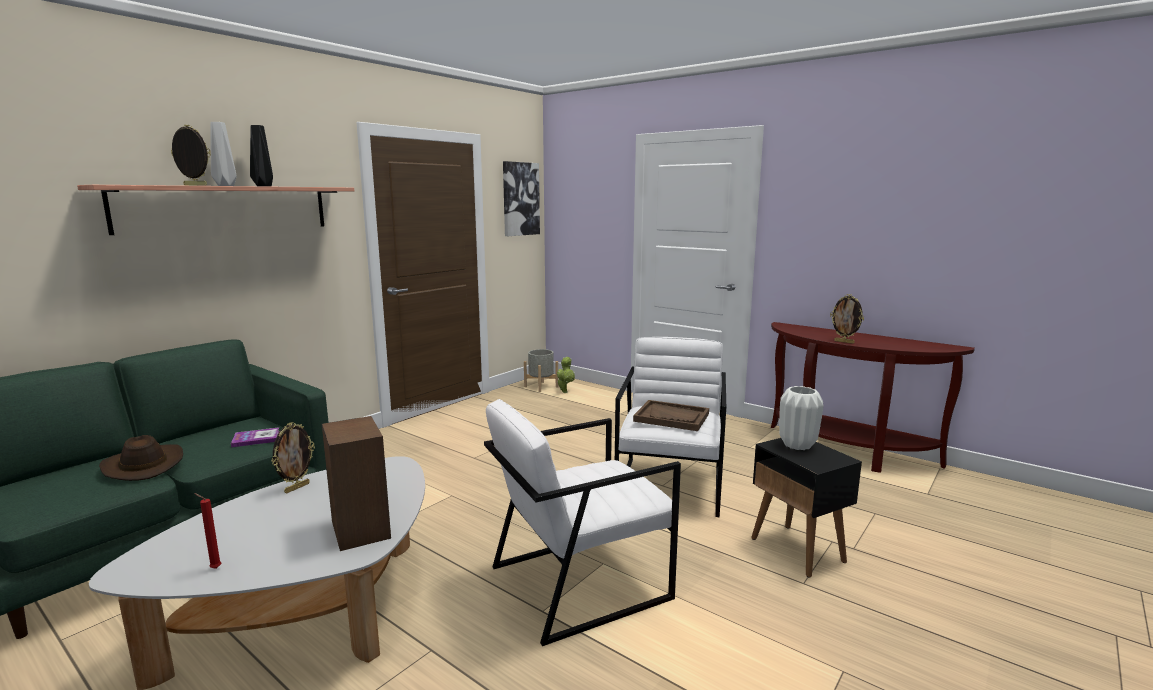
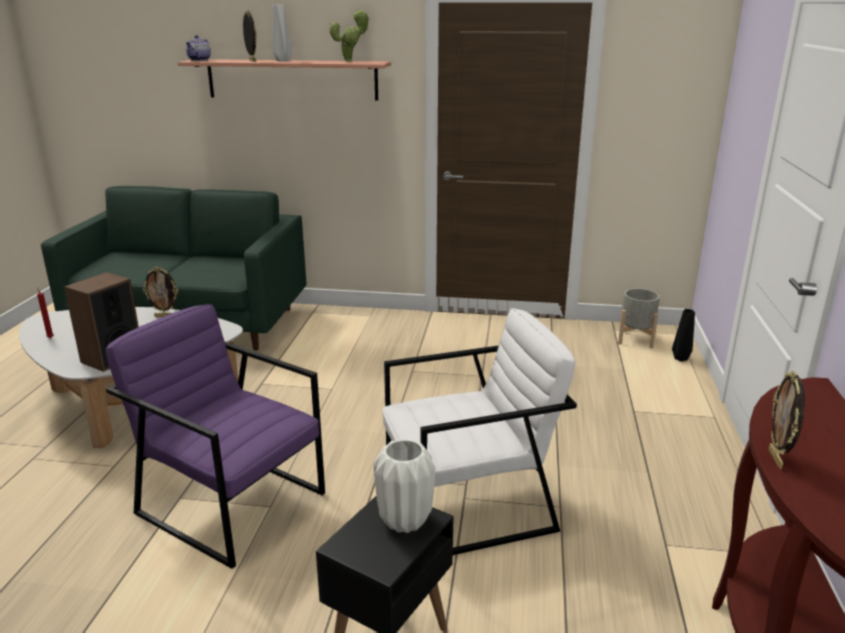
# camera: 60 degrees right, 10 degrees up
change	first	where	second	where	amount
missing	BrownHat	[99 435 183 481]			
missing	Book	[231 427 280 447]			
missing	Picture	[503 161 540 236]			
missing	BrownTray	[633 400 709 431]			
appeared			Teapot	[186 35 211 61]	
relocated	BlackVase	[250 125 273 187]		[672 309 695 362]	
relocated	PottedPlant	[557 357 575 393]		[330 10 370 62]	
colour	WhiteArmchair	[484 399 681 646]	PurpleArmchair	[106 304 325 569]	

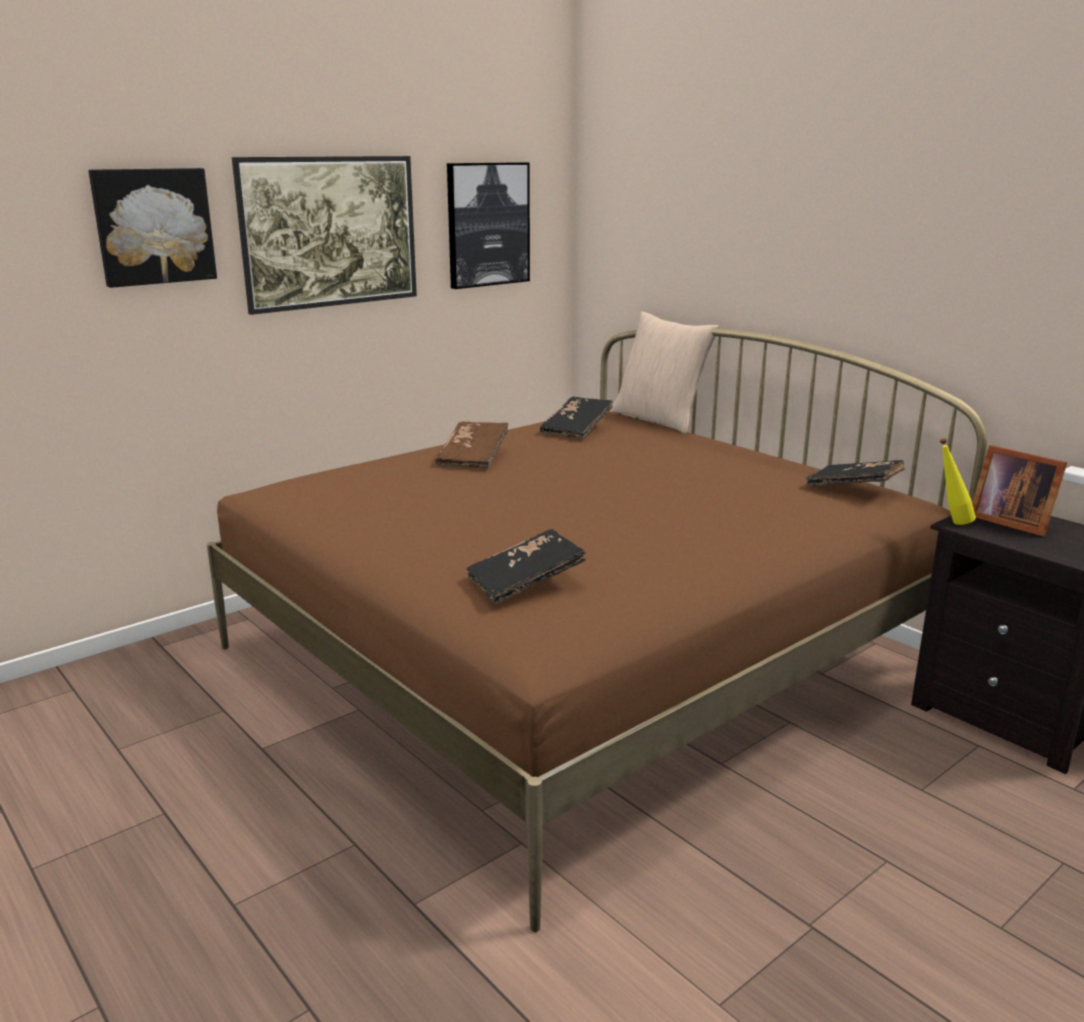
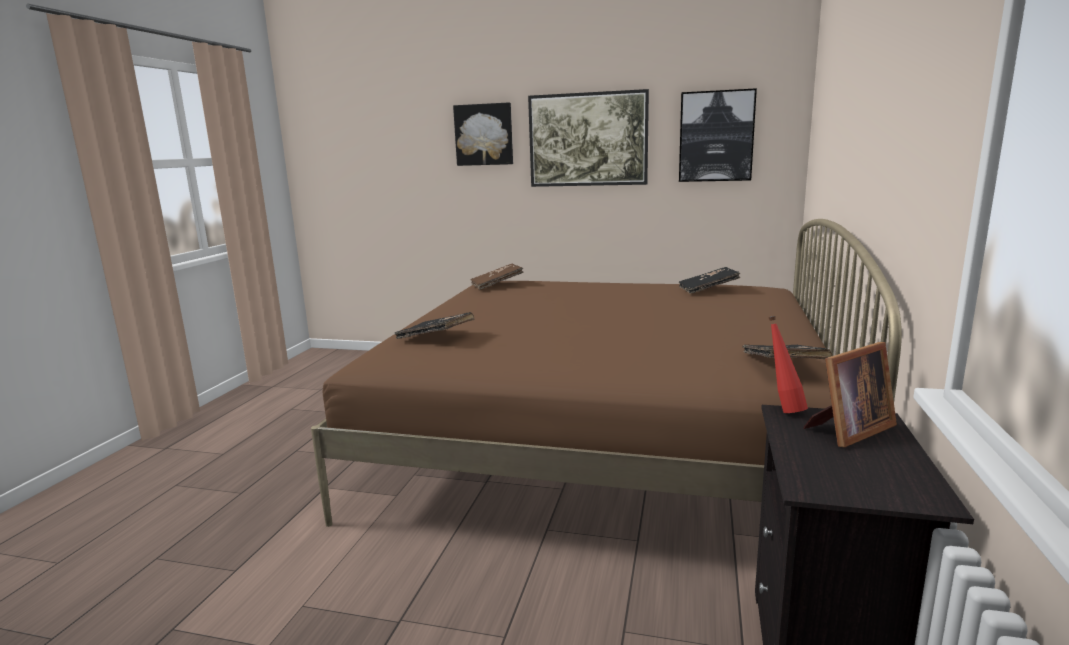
# camera: 55 degrees right, 5 degrees down
change	first	where	second	where	amount
missing	BeigePillow	[611 311 719 434]			
relocated	BrownBook	[435 422 509 468]		[471 264 524 289]	
colour	YellowBottle	[939 438 976 525]	RedBottle	[768 316 808 413]	
spun	PictureFrame	[972 445 1067 537]		[803 342 897 447]	135 degrees counterclockwise

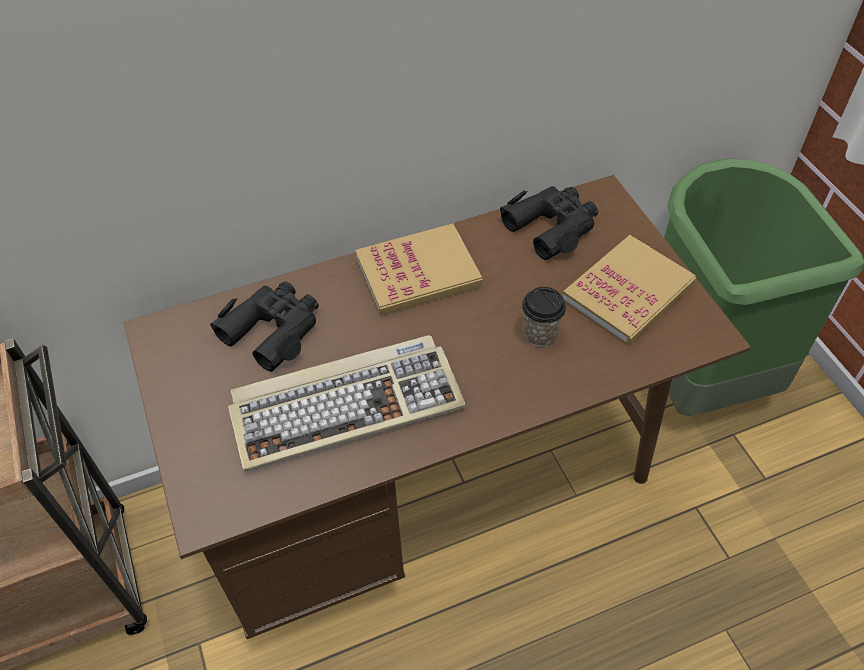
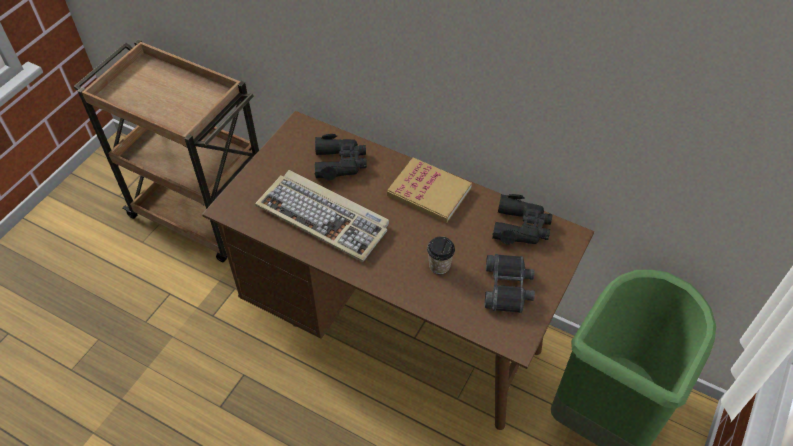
# camera: 50 degrees right, 0 degrees up
change	first	where	second	where	amount
exchanged	Book	[562 235 697 346]	BlackBinoculars	[485 254 535 313]	

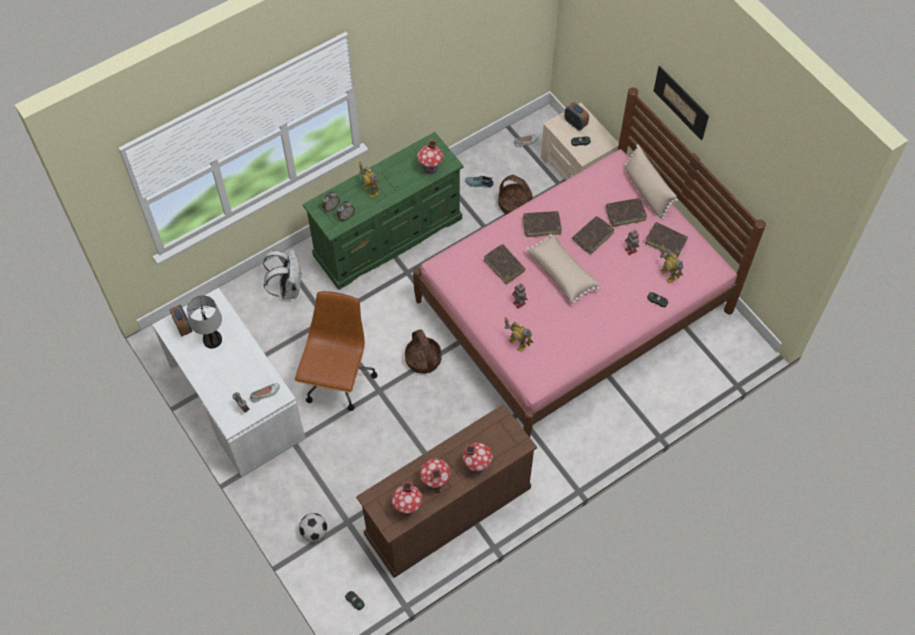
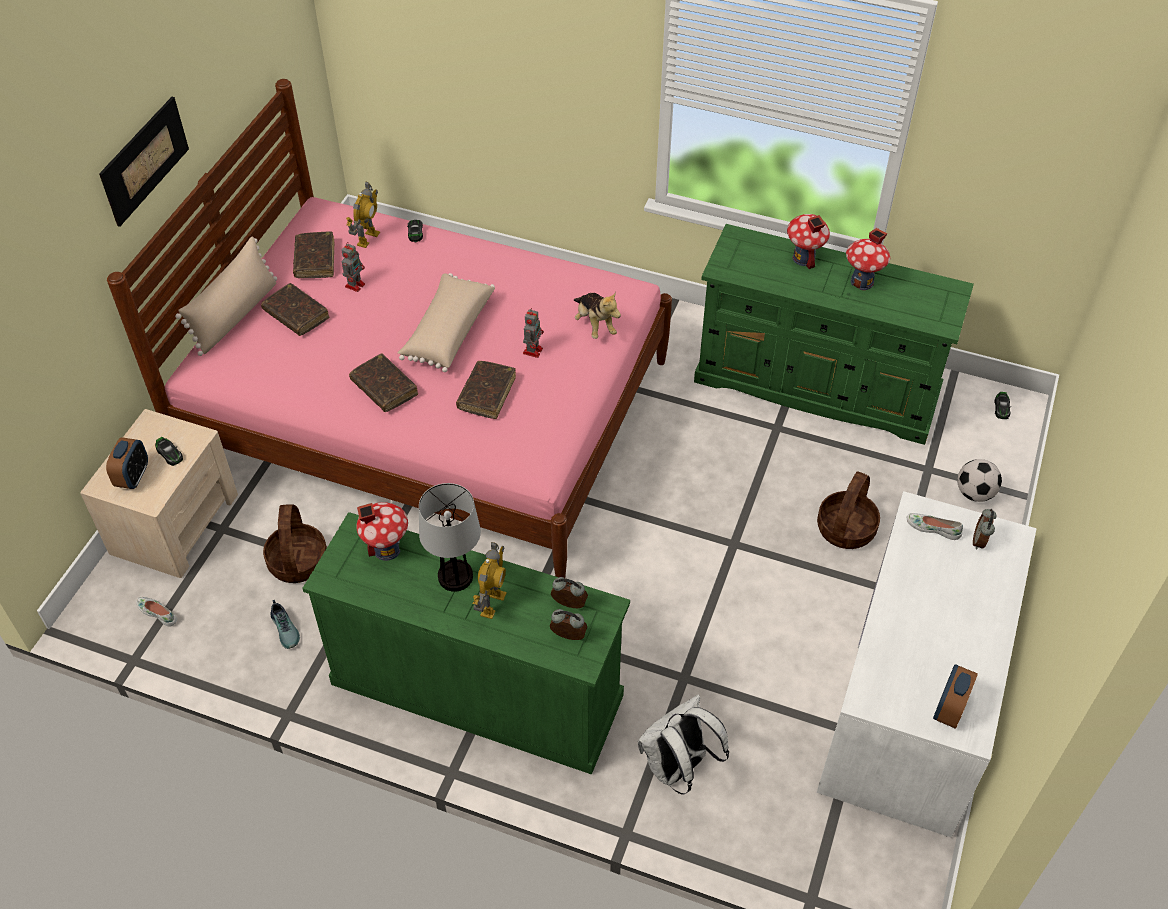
# camera: 125 degrees left, 10 degrees down
change	first	where	second	where	amount
missing	BrownOfficeChair	[295 291 378 411]			
missing	ToyHouse	[392 482 422 516]			
missing	BrownBook	[573 216 615 254]			
relocated	TableLamp	[187 295 222 348]		[419 483 481 592]	
relocated	Basket	[405 329 442 374]		[817 471 880 549]	
exchanged	ToyRobot	[505 317 533 352]	PlushToy	[574 292 621 339]	
colour	BrownDresser	[356 404 537 578]	GreenDresser	[694 224 974 445]	

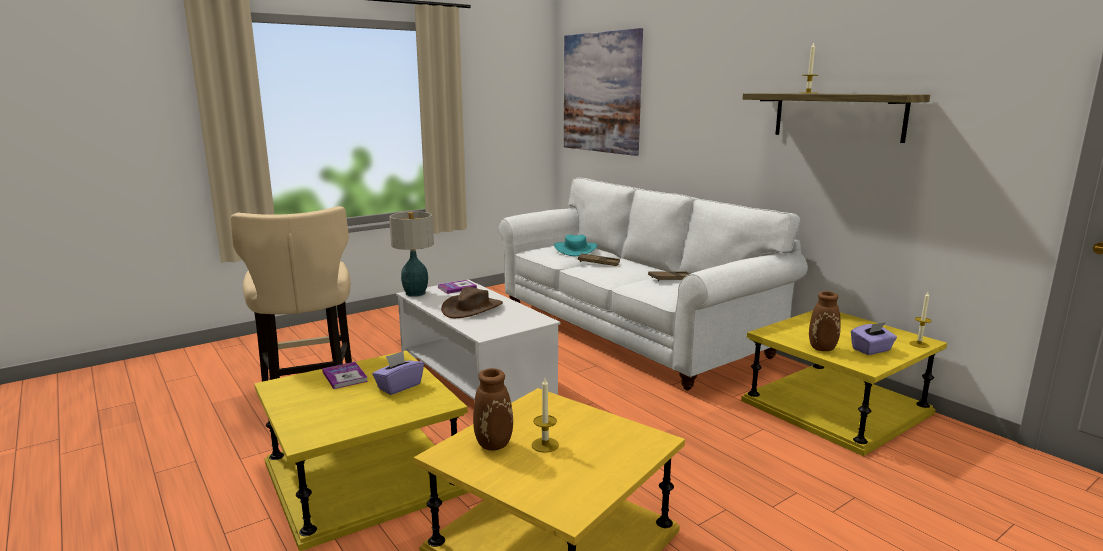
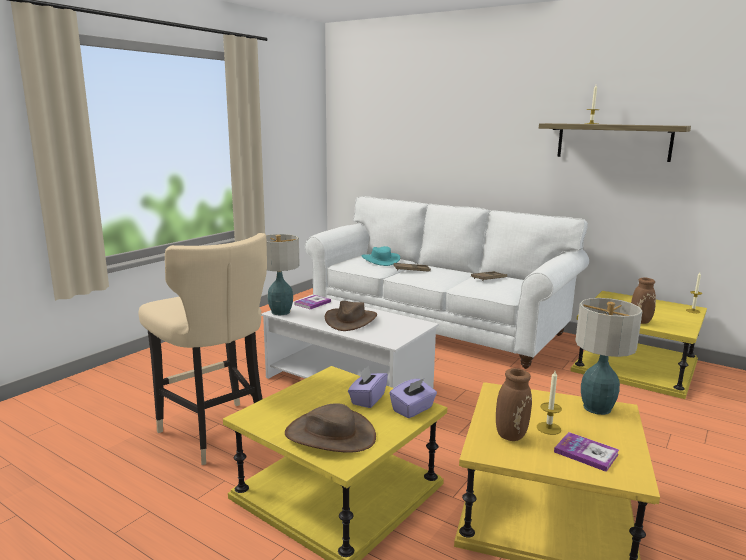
# camera: 20 degrees left, 0 degrees up
change	first	where	second	where	amount
missing	Picture	[564 28 643 156]			
appeared			BrownHat	[285 403 376 453]	
appeared			TableLamp	[575 298 643 415]	
relocated	Book	[322 362 368 389]		[554 432 619 472]	
relocated	PurpleTissueBox	[851 322 897 355]		[390 379 437 418]	

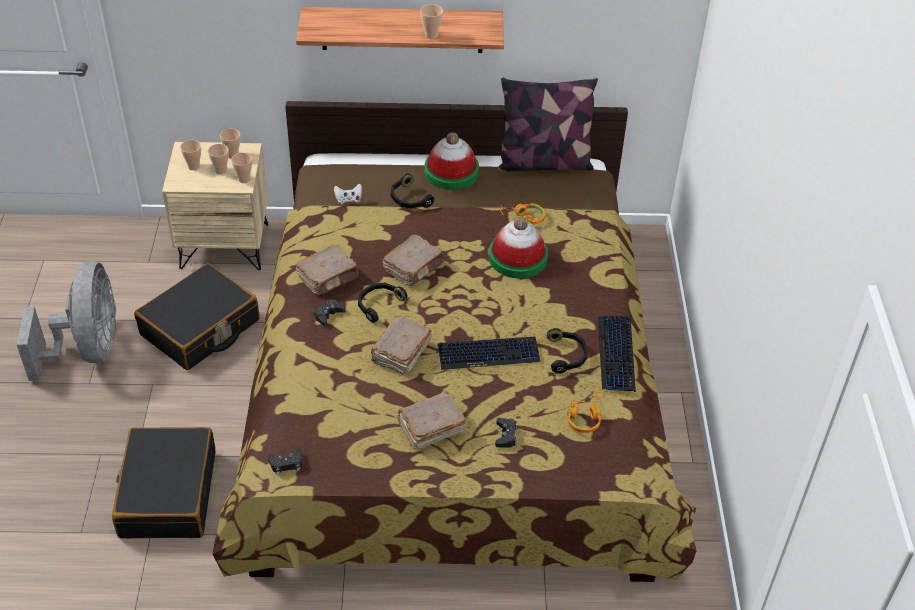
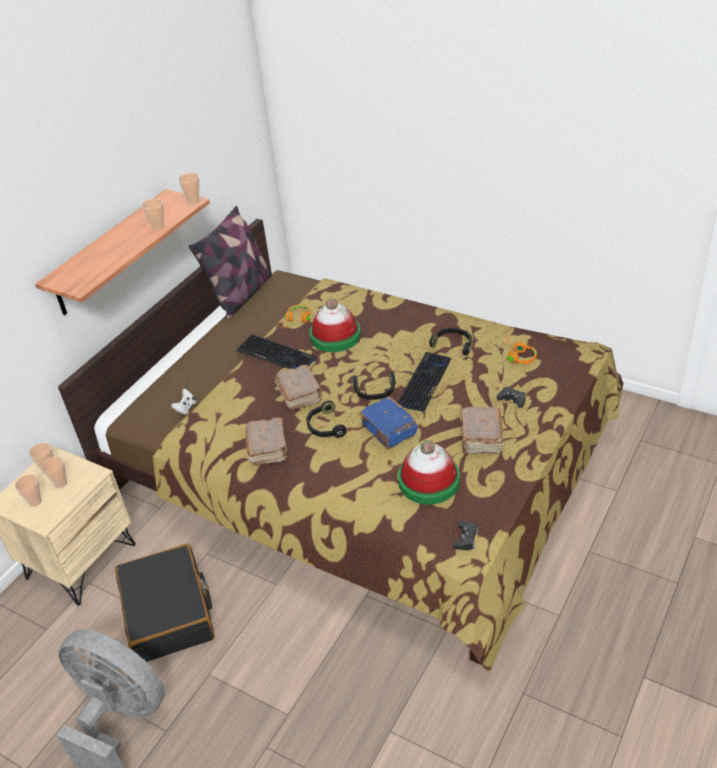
# camera: 55 degrees left, 5 degrees down
change	first	where	second	where	amount
missing	BlackSuitcase	[112 427 215 539]			
missing	BlackGameController	[314 299 345 326]			
relocated	Cup	[231 153 252 183]		[178 173 199 204]	
relocated	BlackHeadphones	[391 173 434 209]		[352 372 396 400]	
relocated	Hat	[425 132 479 190]		[398 440 460 505]	
relocated	Keyboard	[598 316 636 392]		[236 334 317 369]	
colour	BrownBook	[371 316 432 375]	BlueBook	[359 397 418 449]	

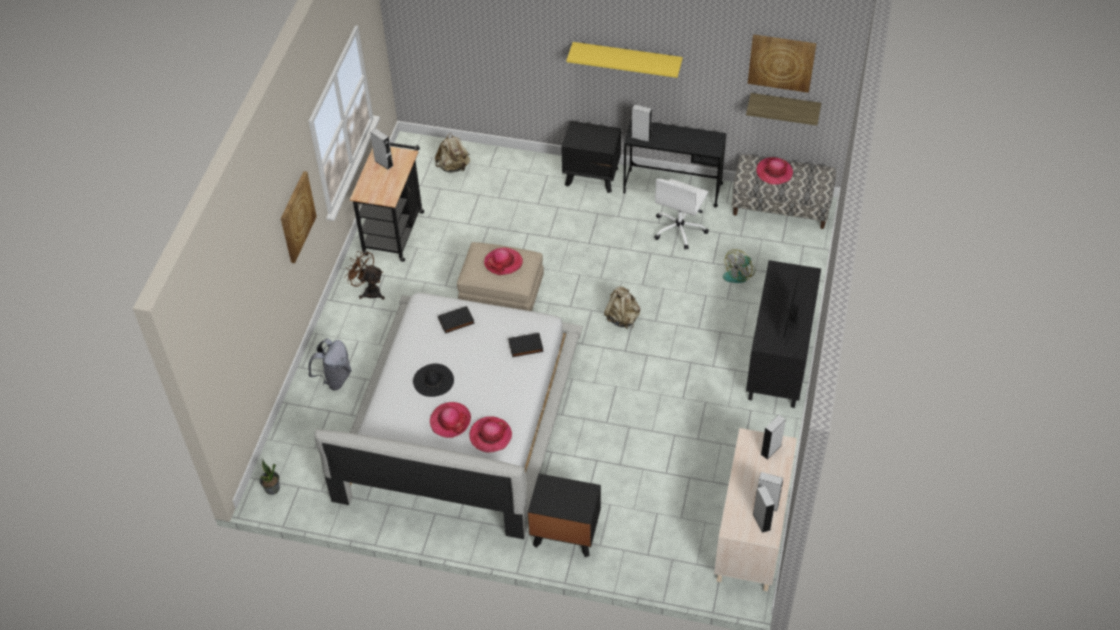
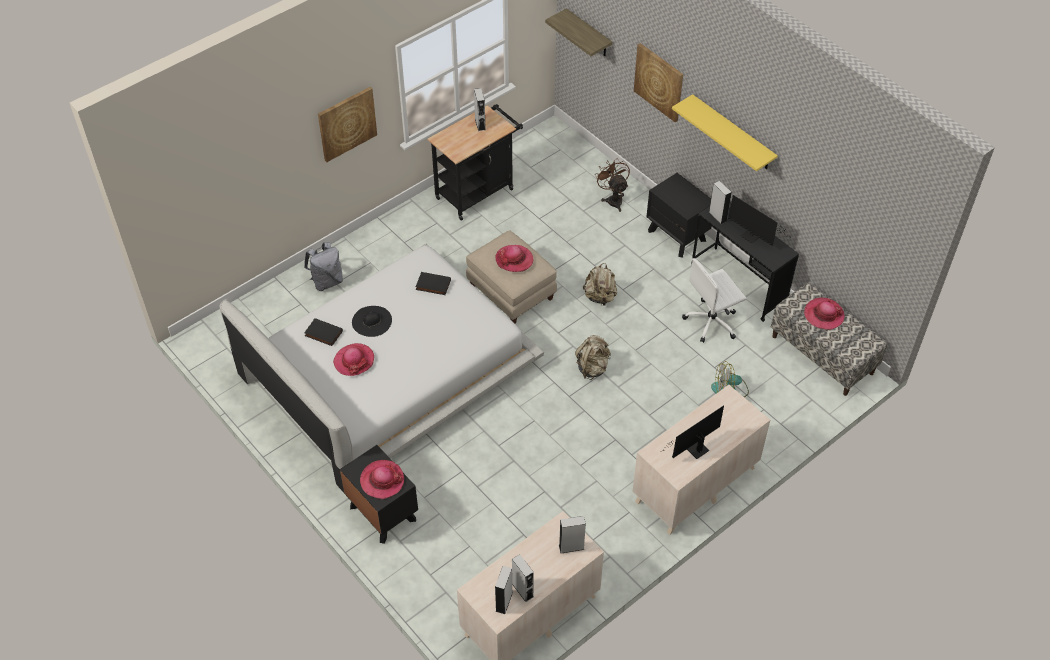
# camera: 35 degrees right, 0 degrees up
change	first	where	second	where	amount
missing	PottedPlant	[260 459 280 495]			
appeared			Monitor	[728 195 788 246]	
relocated	BrownFan	[344 250 385 300]		[595 158 630 212]	
relocated	BeigeBackpack	[435 133 470 173]		[583 263 617 306]	
relocated	Hat	[469 416 512 452]		[360 460 404 499]	
relocated	BlackBook	[508 333 544 357]		[304 318 343 346]	
relocated	Shelf	[746 93 821 125]		[545 8 612 56]	
relocated	Picture	[747 34 817 93]		[634 43 683 122]	
colour	BlackDresser	[746 260 821 408]	BeigeDresser	[632 385 770 535]	

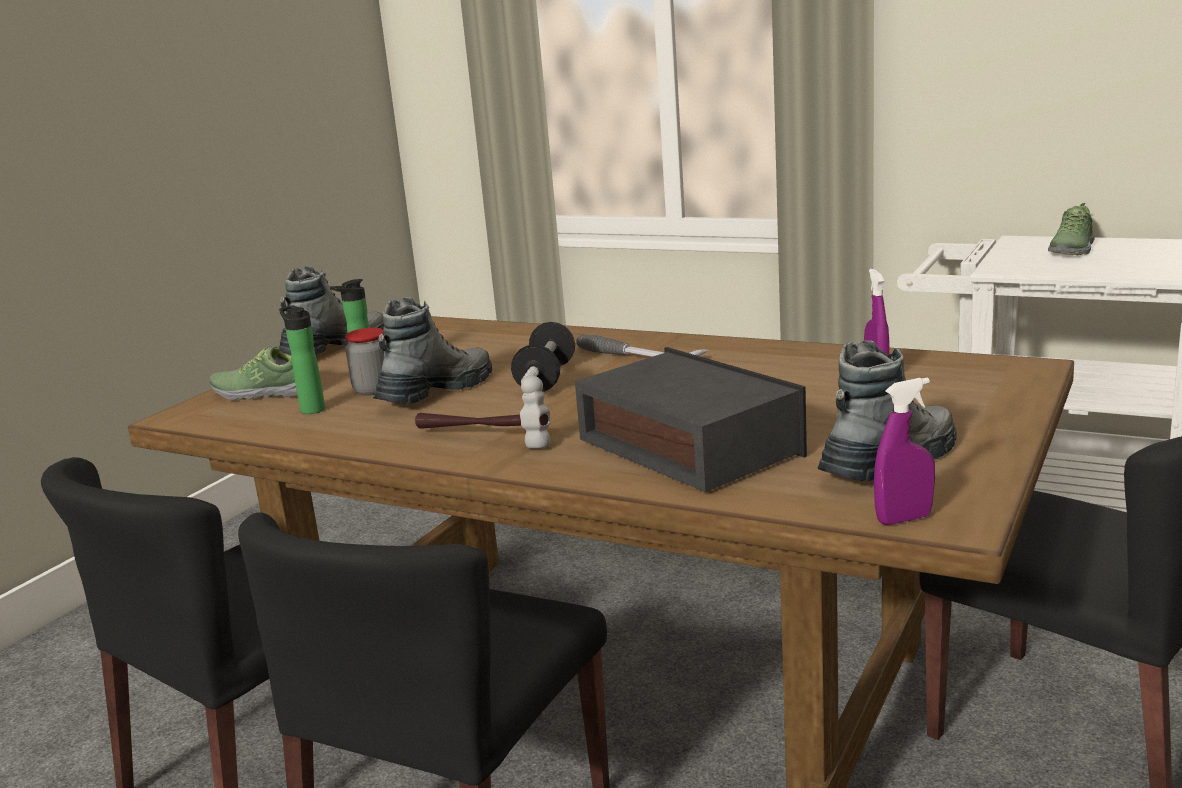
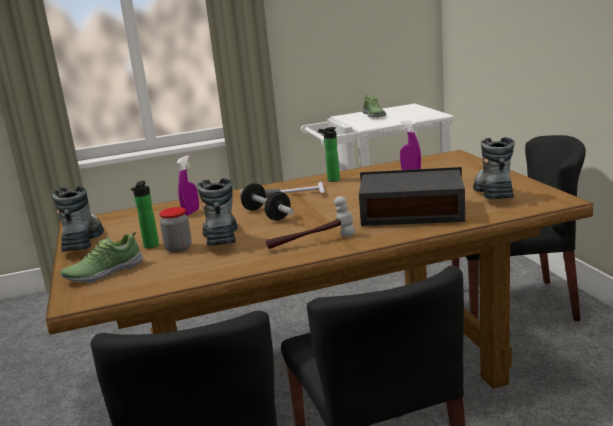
# camera: 45 degrees left, 0 degrees up
change	first	where	second	where	amount
relocated	Bottle	[279 305 325 414]		[318 127 340 182]	
relocated	PurpleSprayBottle	[874 378 935 525]		[177 155 199 216]	

